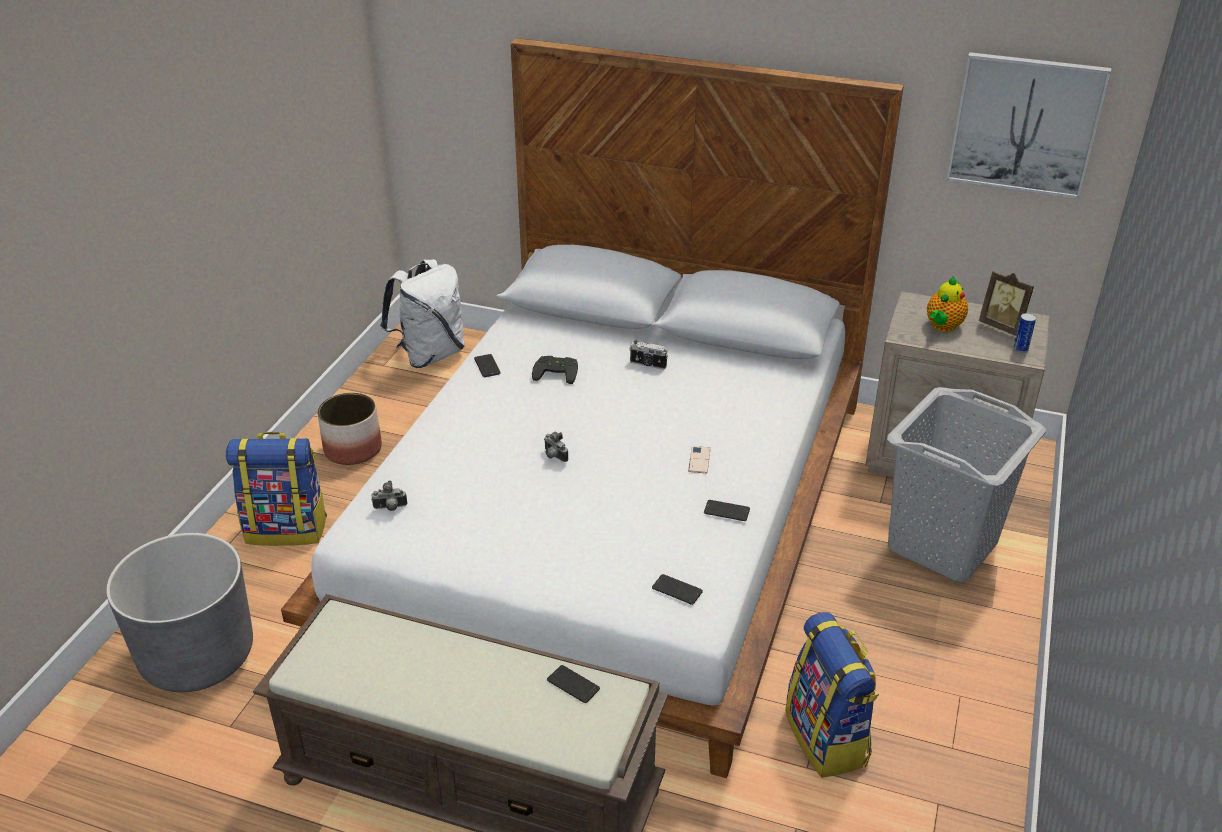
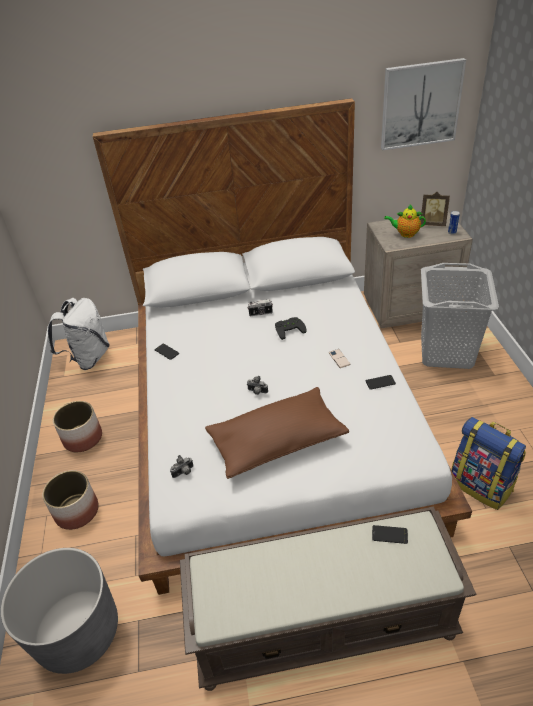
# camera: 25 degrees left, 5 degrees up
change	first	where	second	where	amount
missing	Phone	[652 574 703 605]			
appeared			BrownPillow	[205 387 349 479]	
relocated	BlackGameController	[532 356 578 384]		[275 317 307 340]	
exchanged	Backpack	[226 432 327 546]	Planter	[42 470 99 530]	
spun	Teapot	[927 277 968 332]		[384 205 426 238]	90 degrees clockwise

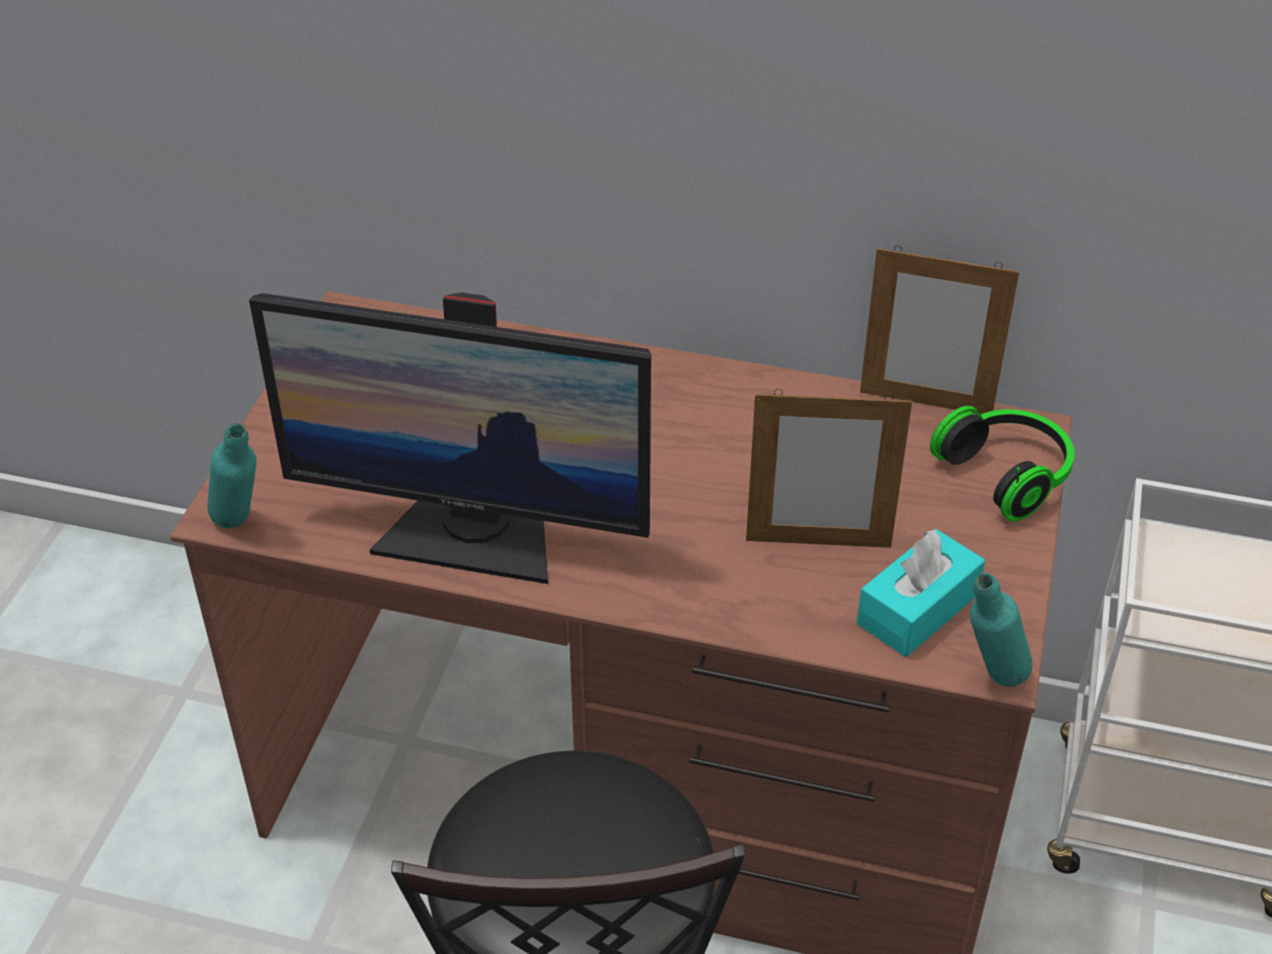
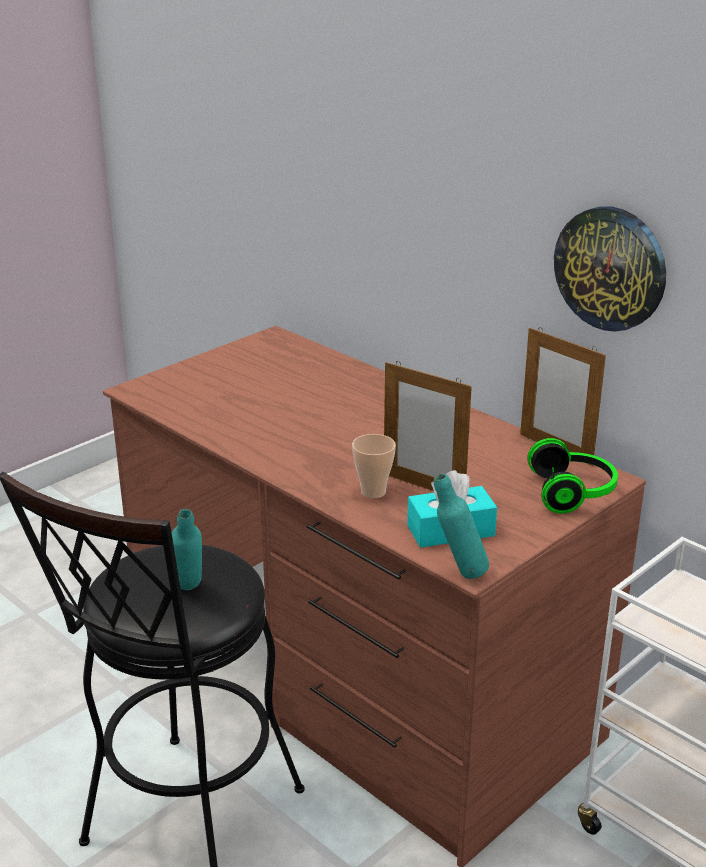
# camera: 30 degrees right, 15 degrees down
change	first	where	second	where	amount
missing	Monitor	[249 292 651 584]			
appeared			Cup	[352 434 396 499]	
appeared			WallClock	[554 206 666 332]	
relocated	TurquoiseBottle	[207 423 256 528]		[172 509 202 590]	

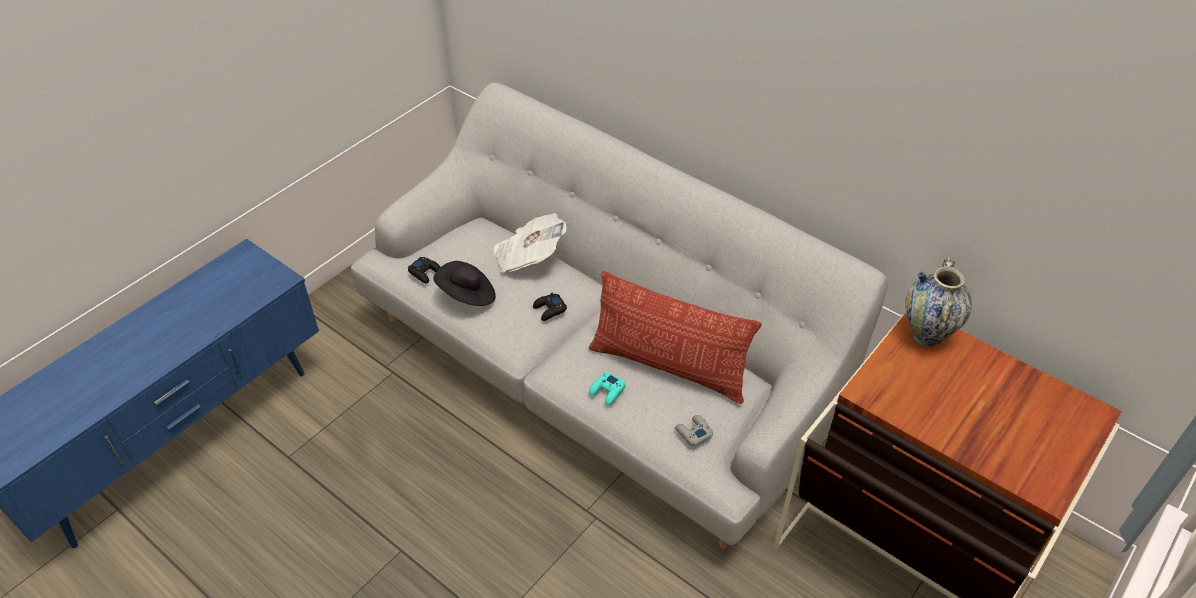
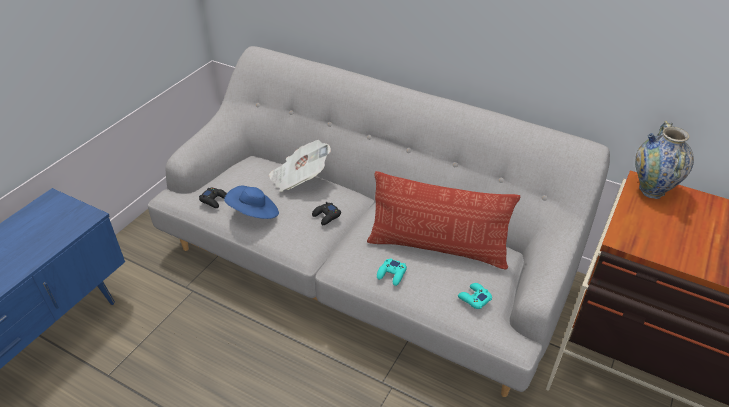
# camera: 10 degrees left, 5 degrees down
change	first	where	second	where	amount
colour	BlackHat	[433 261 496 306]	BlueHat	[224 186 279 219]	
colour	GreyGameController	[675 415 713 446]	TurquoiseGameController	[458 283 492 309]	

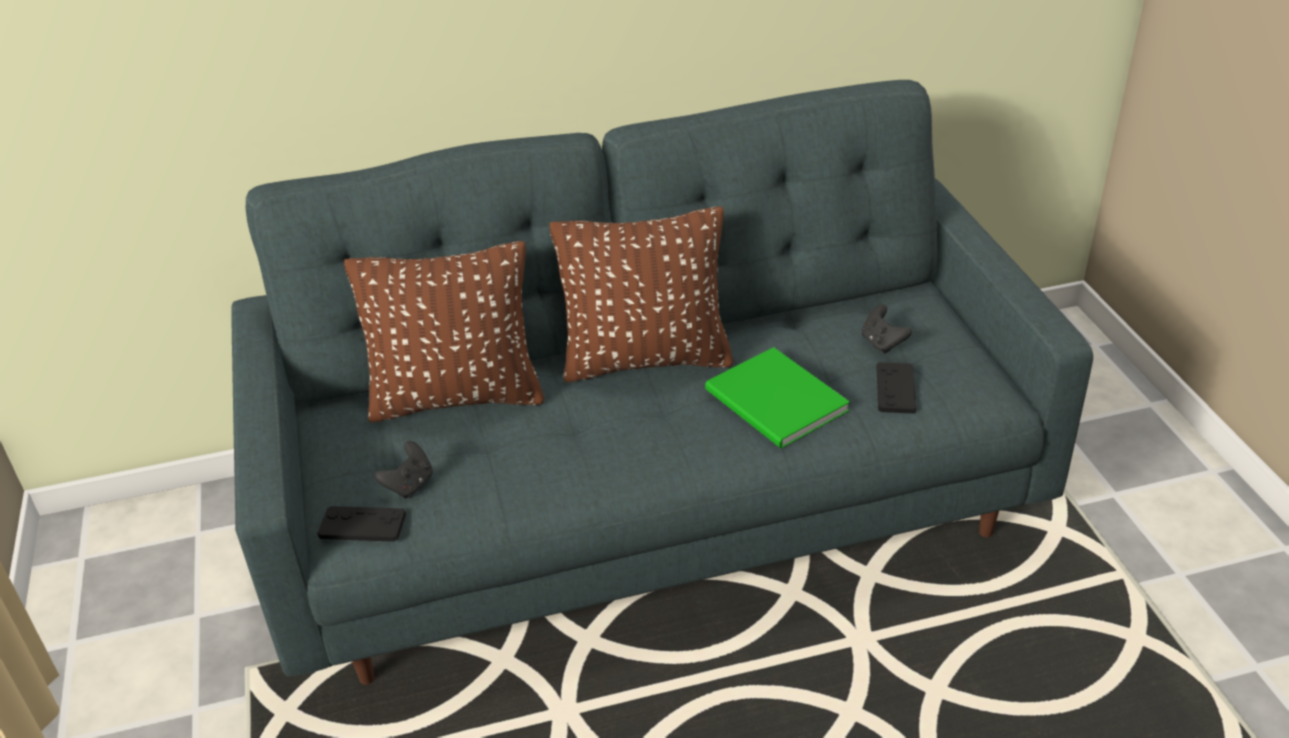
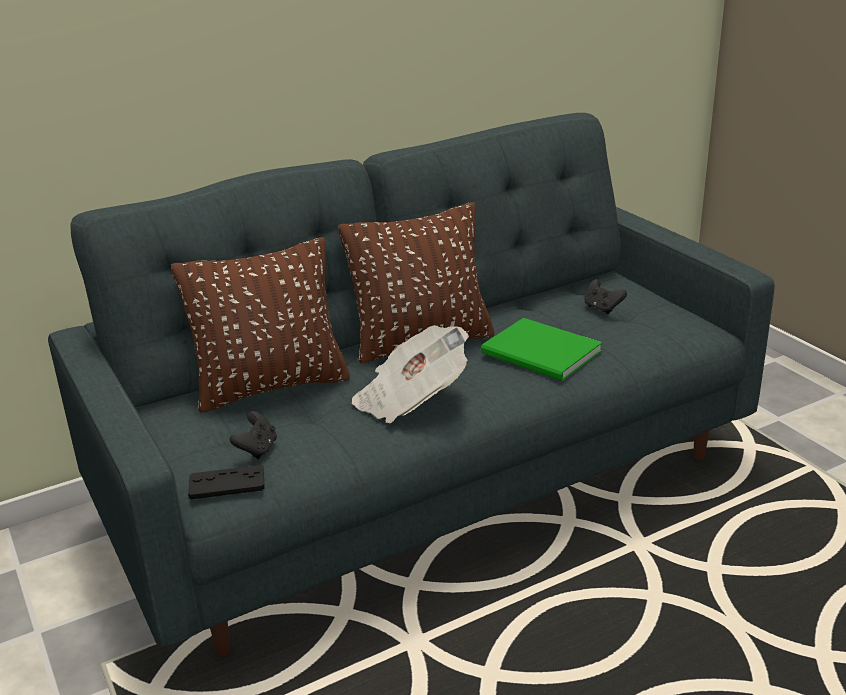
# camera: 15 degrees left, 10 degrees down
change	first	where	second	where	amount
missing	BlackGameController	[876 362 916 414]			
appeared			Newspaper	[352 325 469 423]	

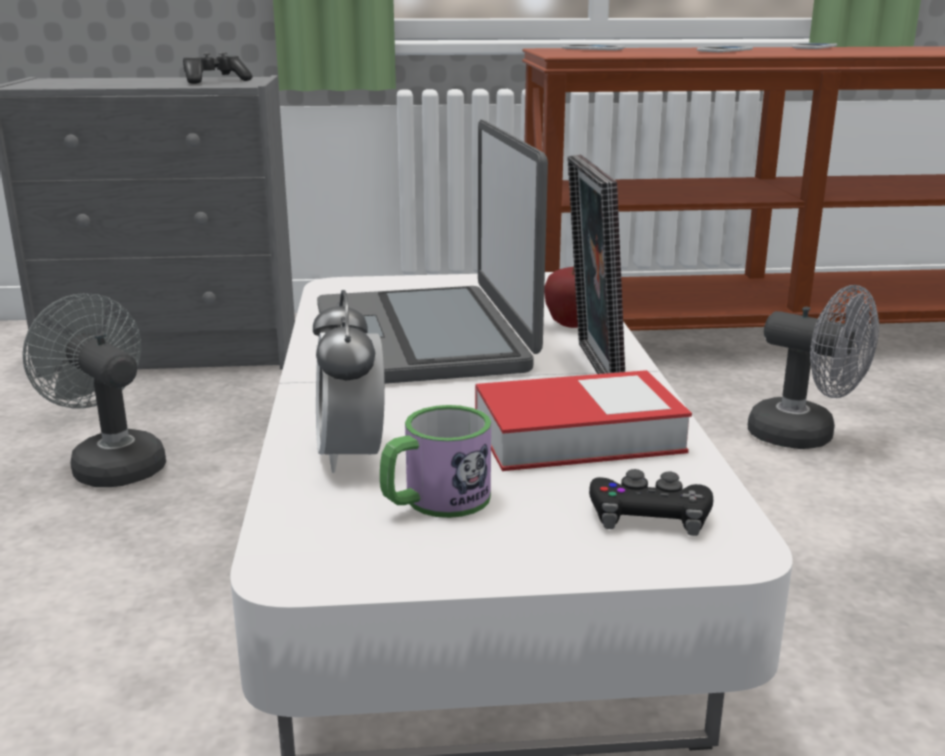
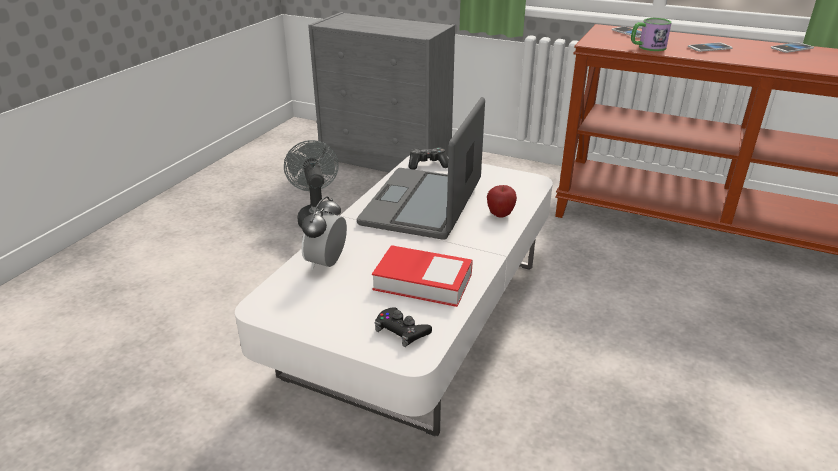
# camera: 30 degrees right, 10 degrees up
change	first	where	second	where	amount
missing	PictureFrame	[567 155 625 374]			
missing	GreyFan	[748 285 879 449]			
relocated	GameController	[183 52 252 84]		[409 148 448 170]	
relocated	Mug	[380 405 491 518]		[631 18 672 51]	

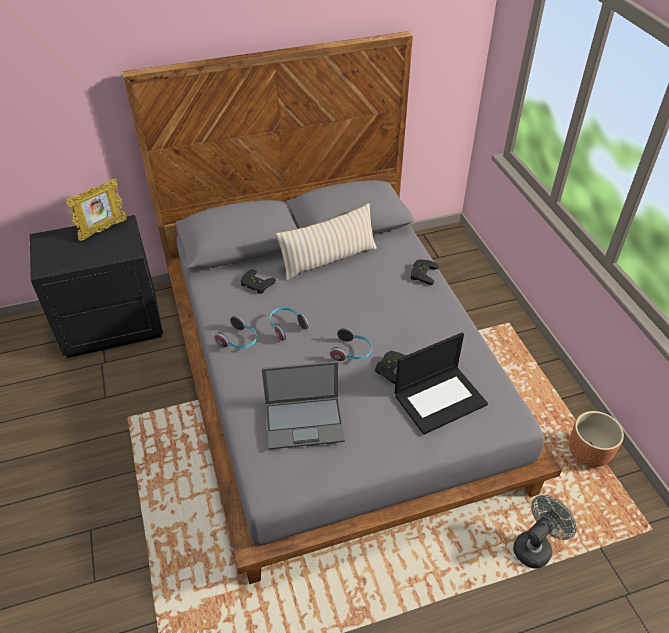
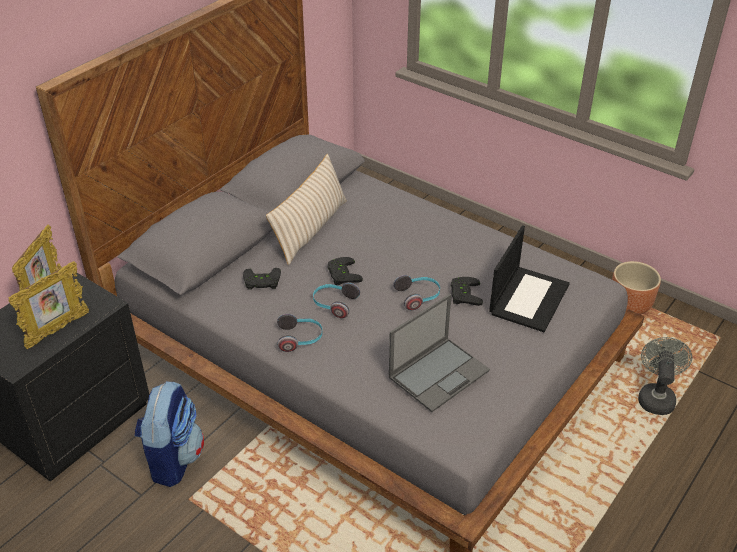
# camera: 35 degrees left, 5 degrees down
change	first	where	second	where	amount
appeared			PictureFrame	[8 261 89 349]	
appeared			Backpack	[134 381 204 487]	
relocated	BlackGameController	[410 260 439 285]		[328 257 363 285]	

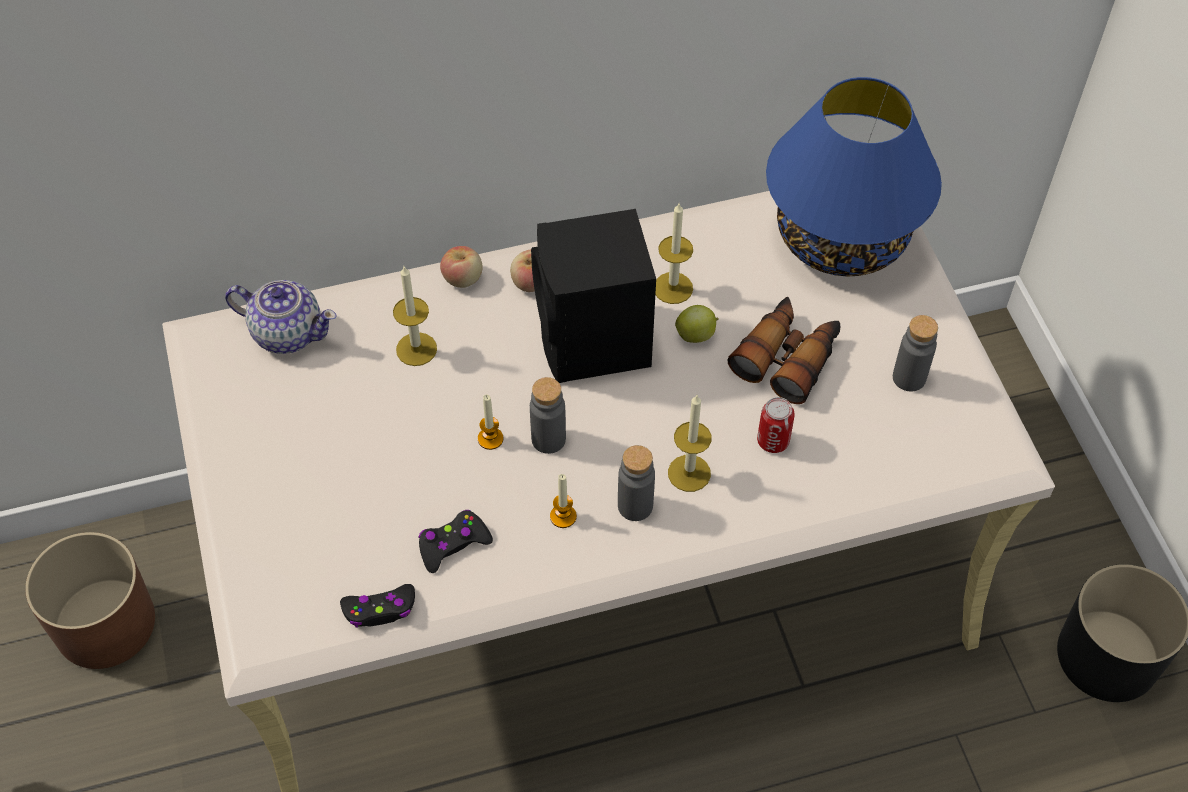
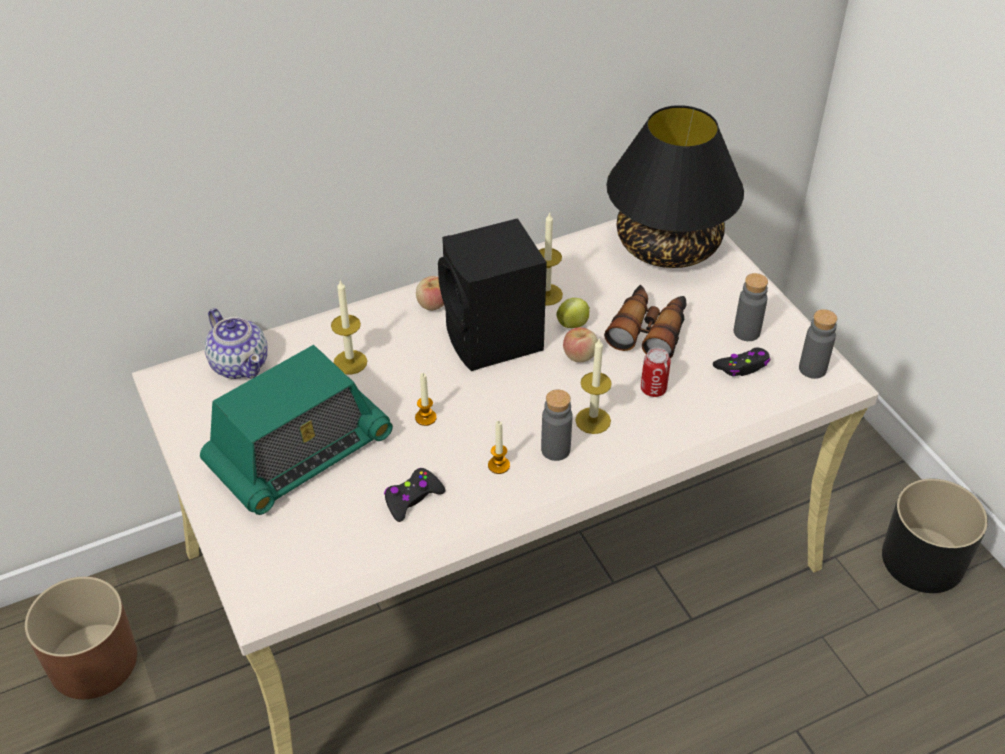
# camera: 10 degrees left, 10 degrees down
change	first	where	second	where	amount
appeared			Radio	[200 345 393 515]	
relocated	BlackGameController	[340 584 415 628]		[713 347 771 376]	
relocated	Apple	[440 246 482 288]		[563 327 598 362]	
relocated	GreyBottle	[530 377 566 454]		[799 309 837 379]	
colour	BlueTableLamp	[766 77 942 277]	BlackTableLamp	[606 105 744 268]	
spun	Teapot	[225 280 337 354]		[205 308 267 379]	45 degrees clockwise

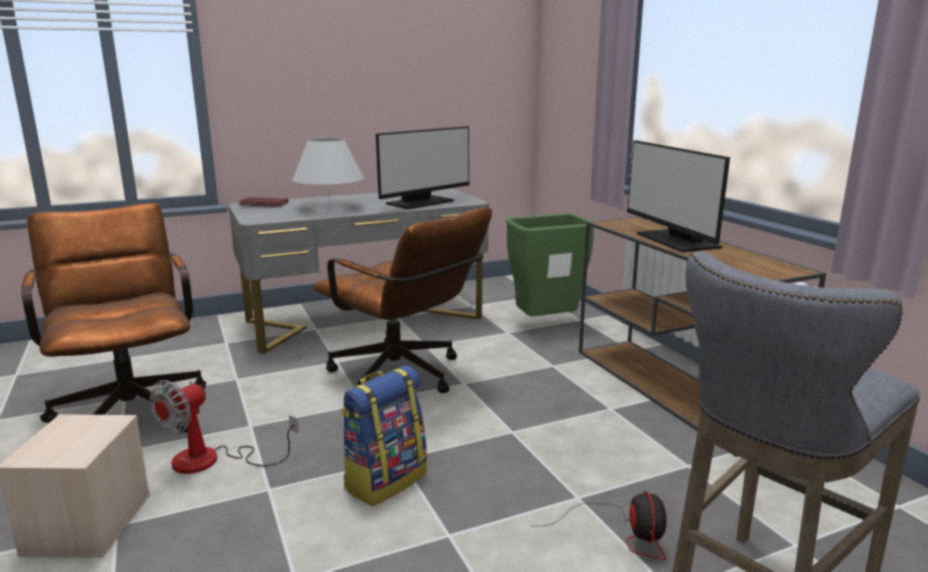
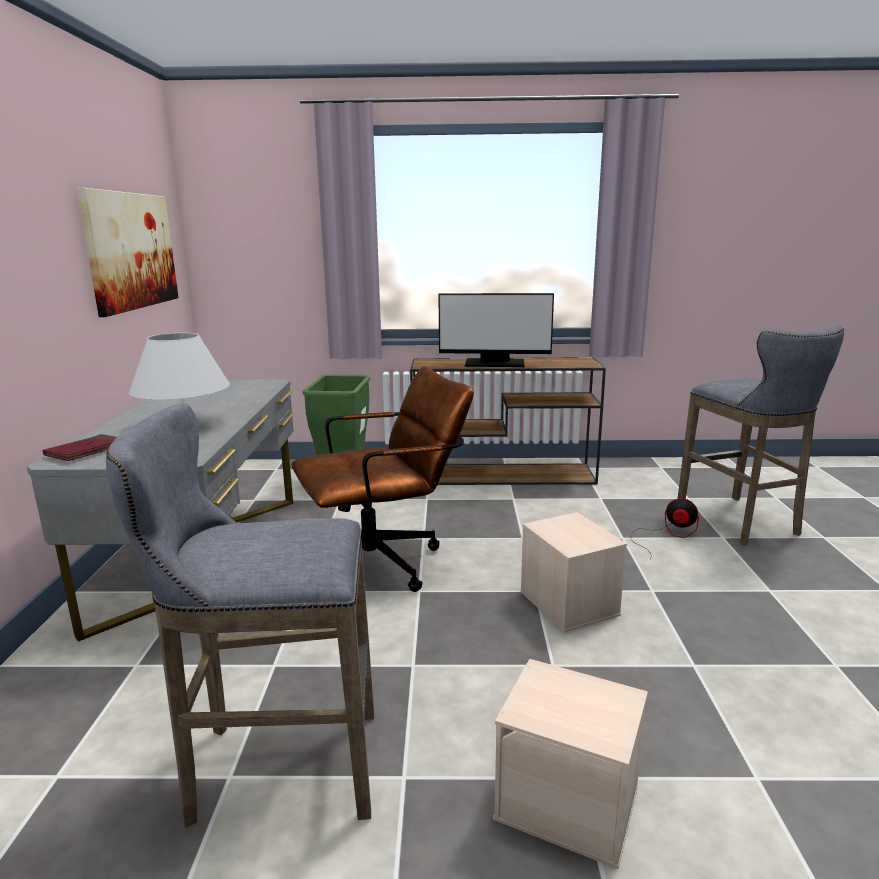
# camera: 65 degrees left, 0 degrees up
change	first	where	second	where	amount
missing	Fan	[149 380 298 474]			
missing	Monitor	[376 126 469 209]			
appeared			Picture	[77 188 178 317]	
exchanged	BrownOfficeChair	[21 203 206 433]	GreyStool	[106 403 374 828]	
exchanged	Backpack	[341 366 427 506]	BeigeStorageBox	[520 512 627 633]	

